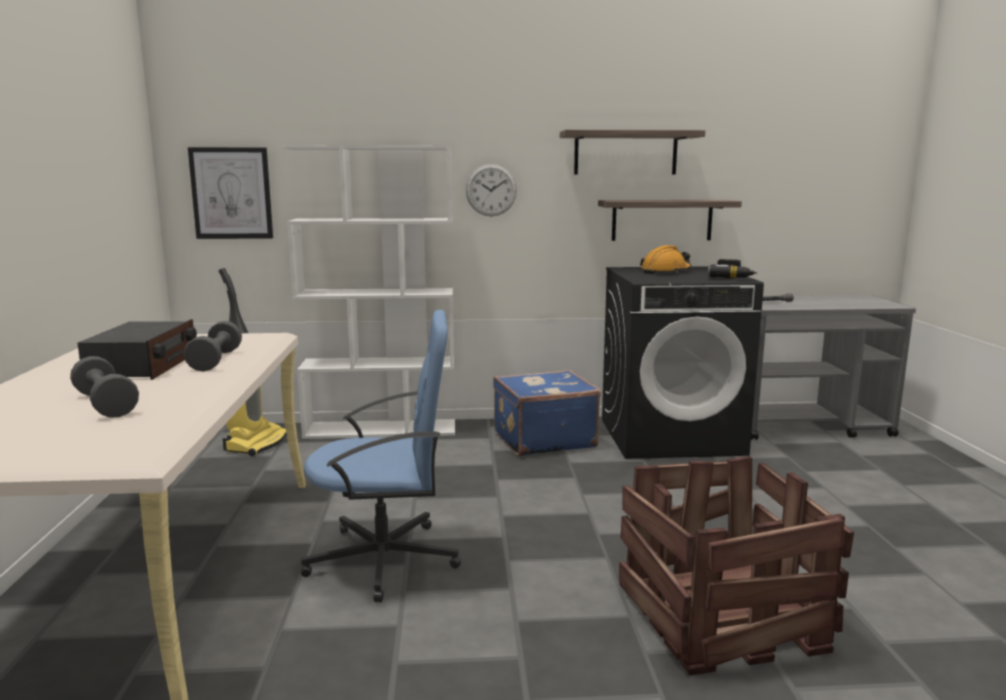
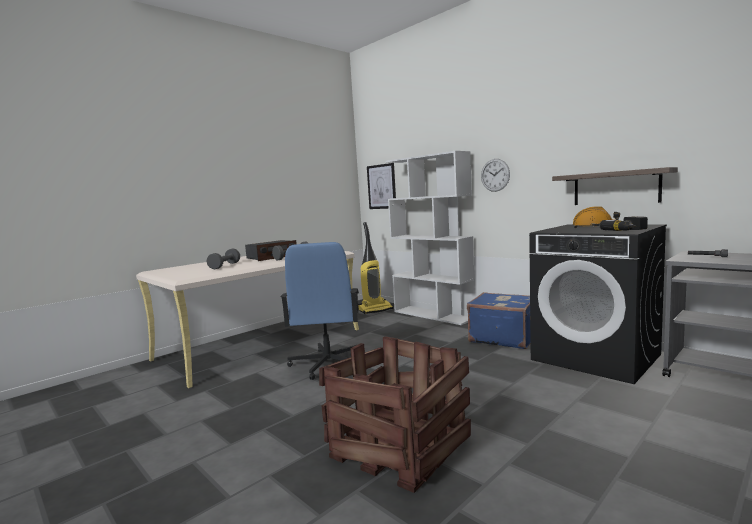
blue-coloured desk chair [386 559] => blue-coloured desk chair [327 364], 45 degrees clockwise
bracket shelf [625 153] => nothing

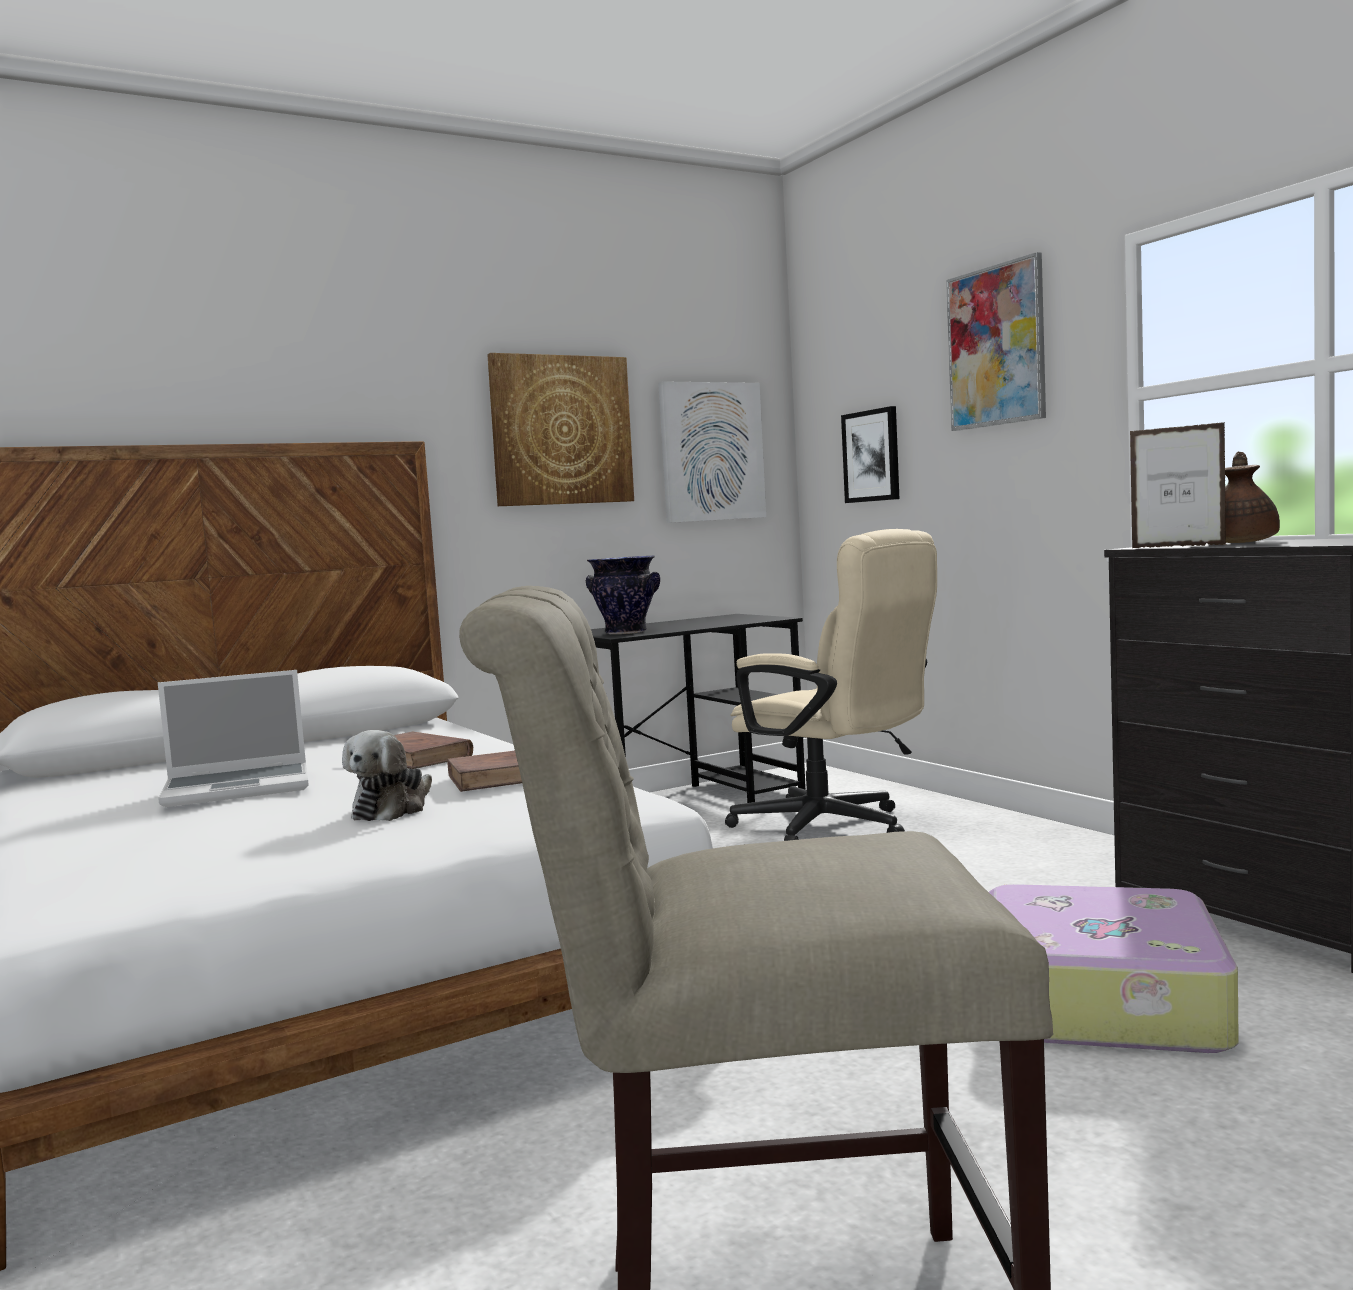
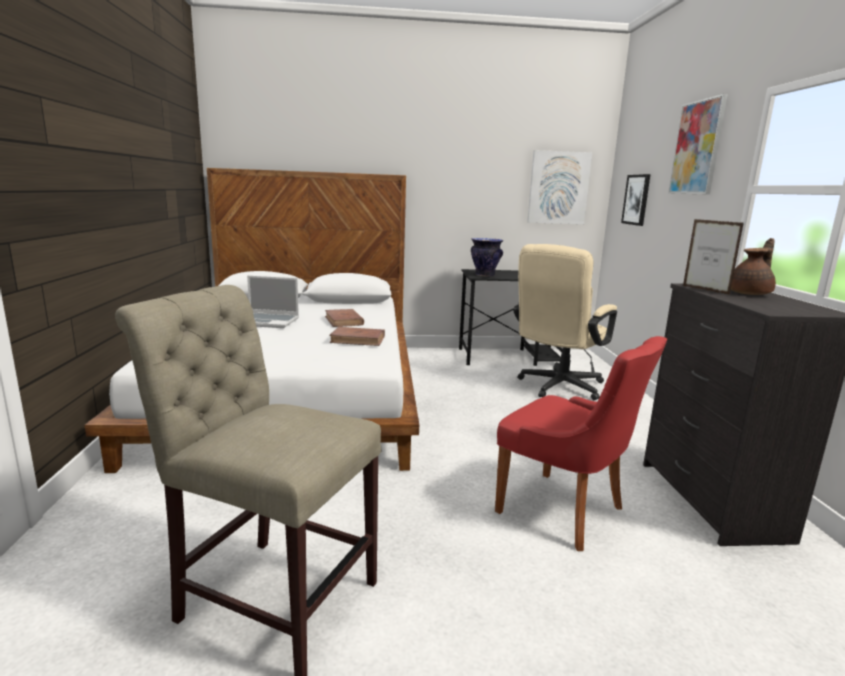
suitcase [1097 1002] => red-coloured chair [564 511]
sand-coloured desk chair [835 828] => sand-coloured desk chair [557 388], 60 degrees clockwise
soft toy [392 809] => nothing
wall art [561 430] => nothing

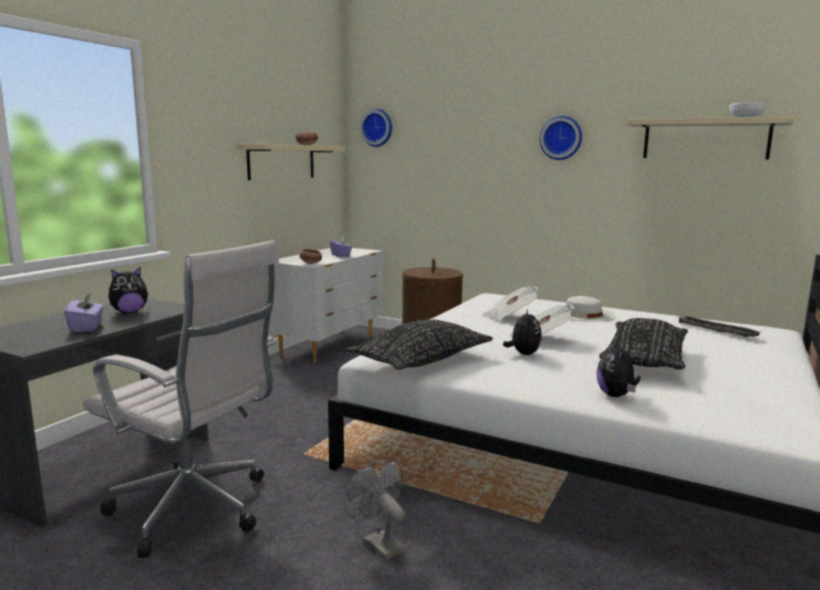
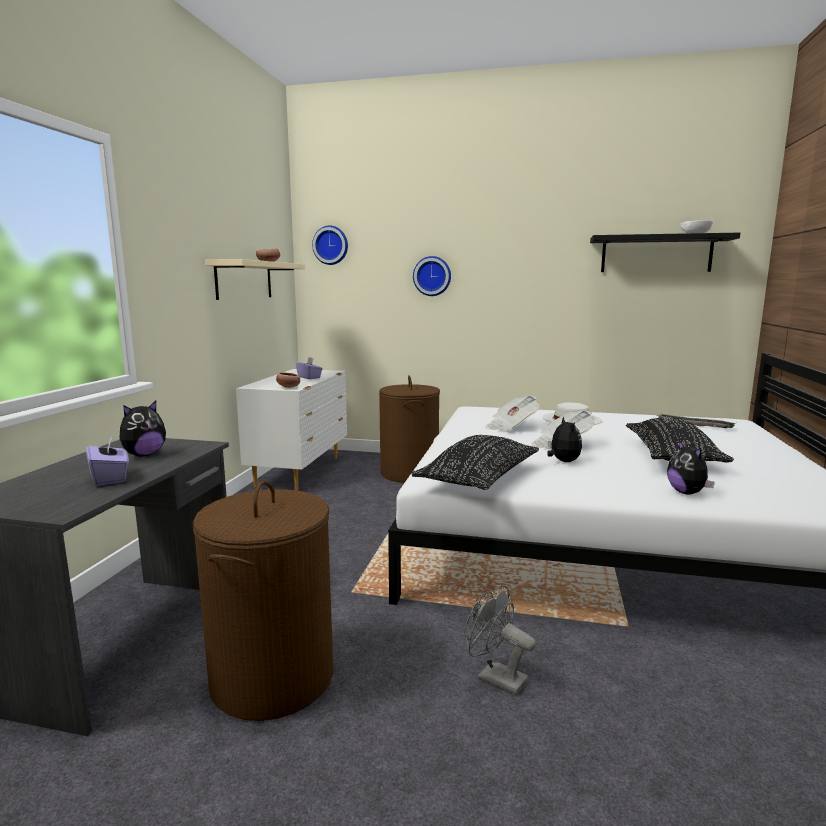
whitish desk chair [196 511] => brown laundry basket [273 678]
clock on the wall [561 138] => clock on the wall [432 276], relocated
sand-coloured bracket shelf [705 139] => black bracket shelf [656 254]

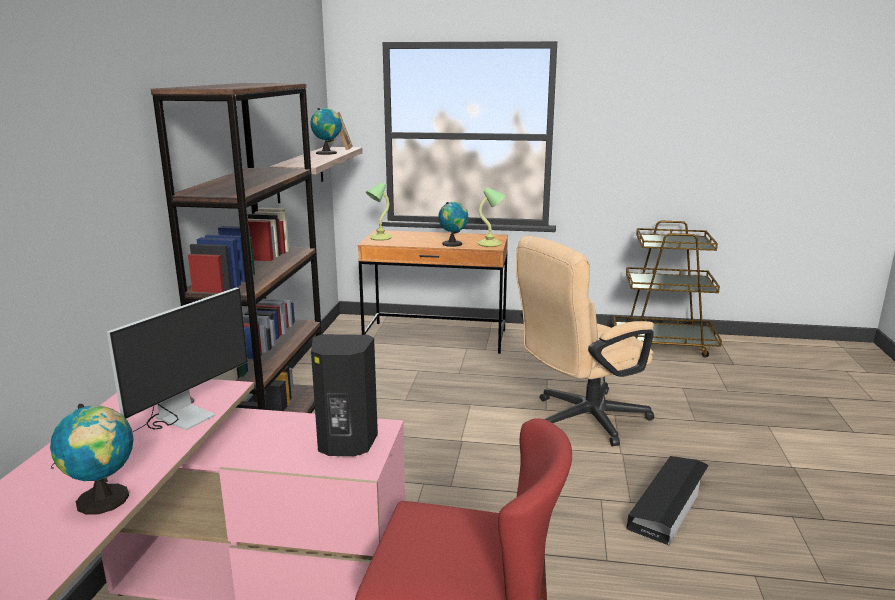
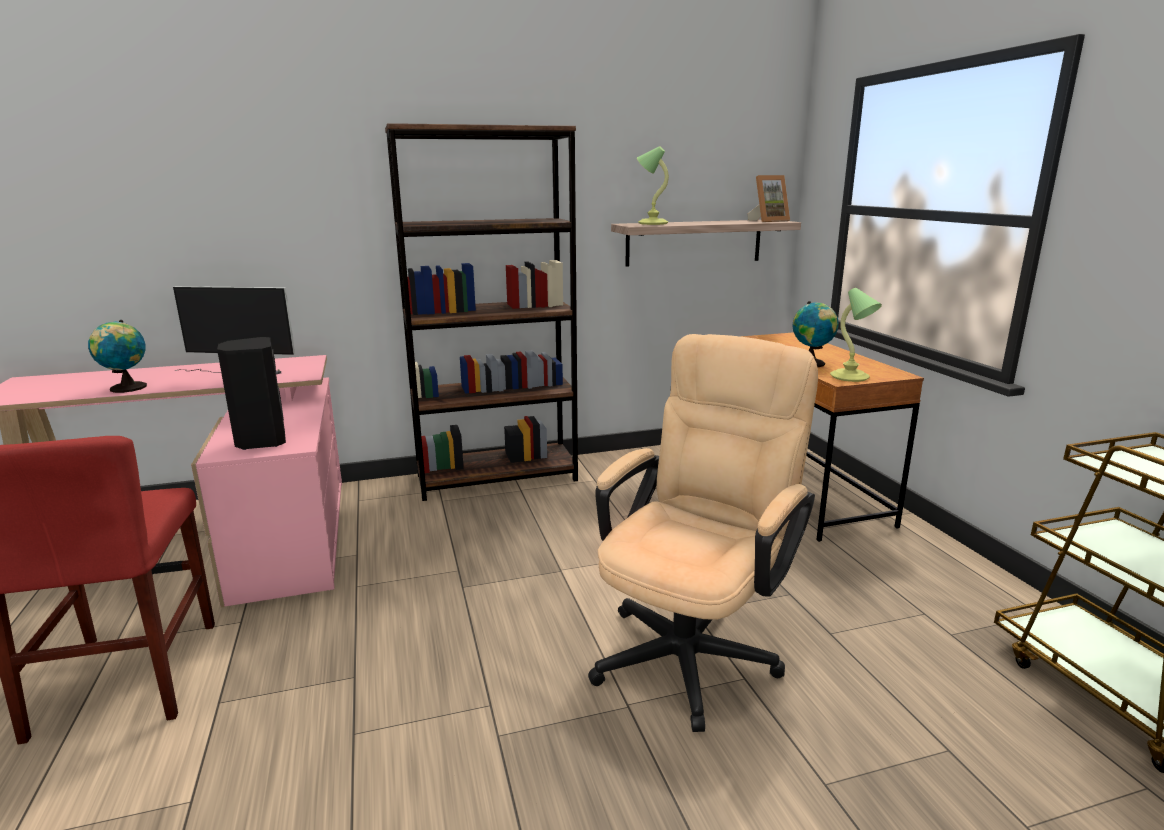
sand-coloured desk chair [580 420] => sand-coloured desk chair [693 647], 90 degrees clockwise
lamp for a table [379 238] => lamp for a table [652 223], relocated
desk globe [328 153] => nothing
black storage bin [669 504] => nothing

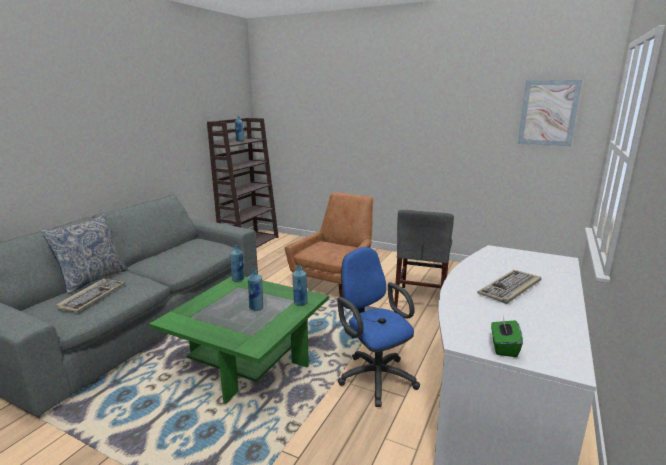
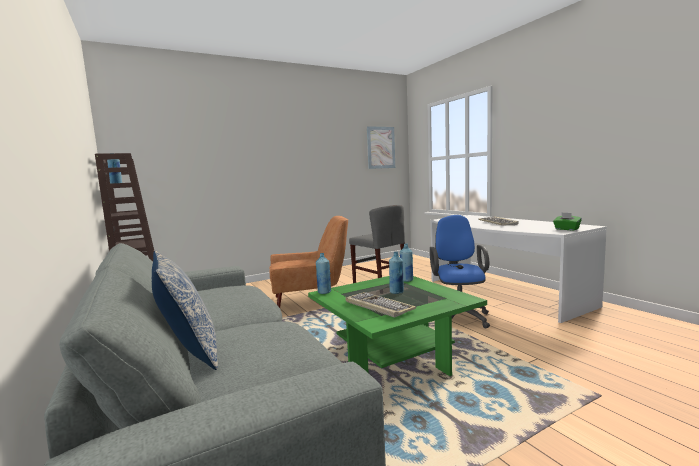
brown lounge chair [335 282] => brown lounge chair [309 300], 105 degrees clockwise
keyboard [92 296] => keyboard [377 306], relocated
blue-coloured desk chair [374 376] => blue-coloured desk chair [459 316], 90 degrees clockwise

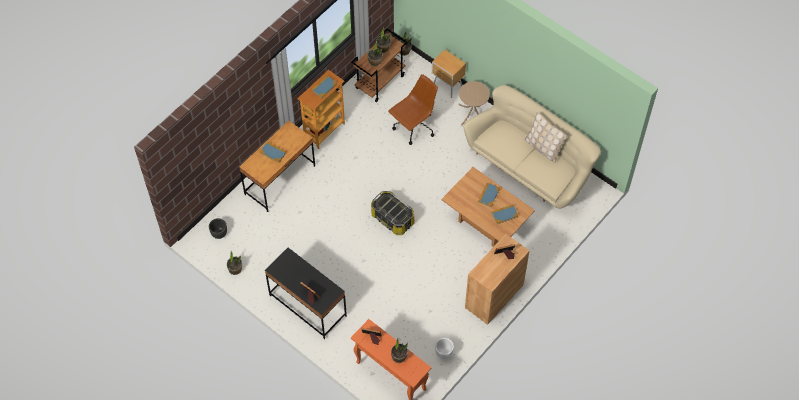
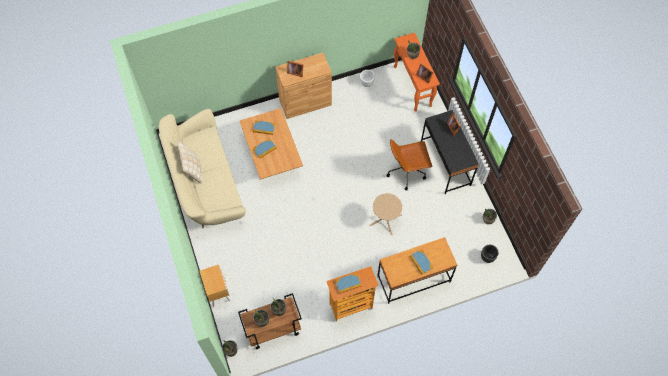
sand-coloured accent table [472 113] => sand-coloured accent table [385 220], relocated
brown desk chair [414 127] => brown desk chair [407 171], relocated
storage bin [392 218] => nothing

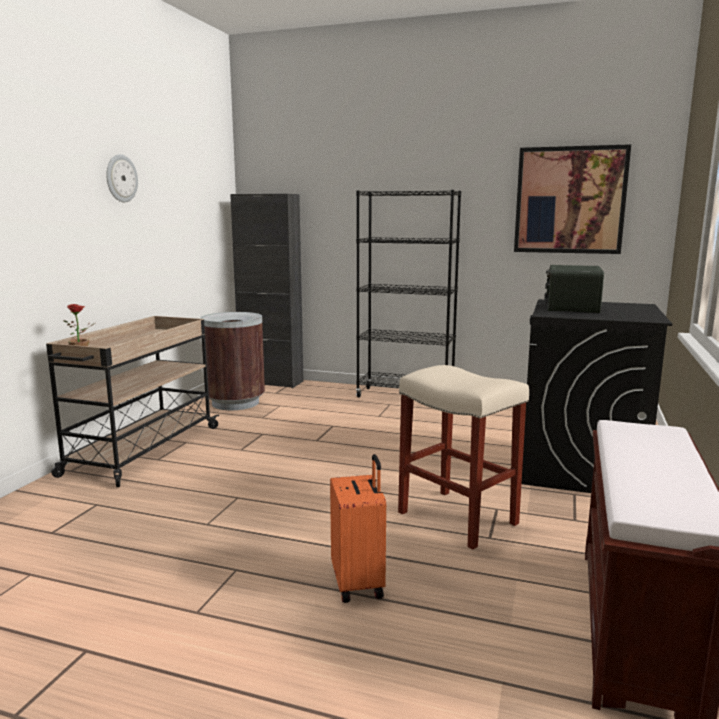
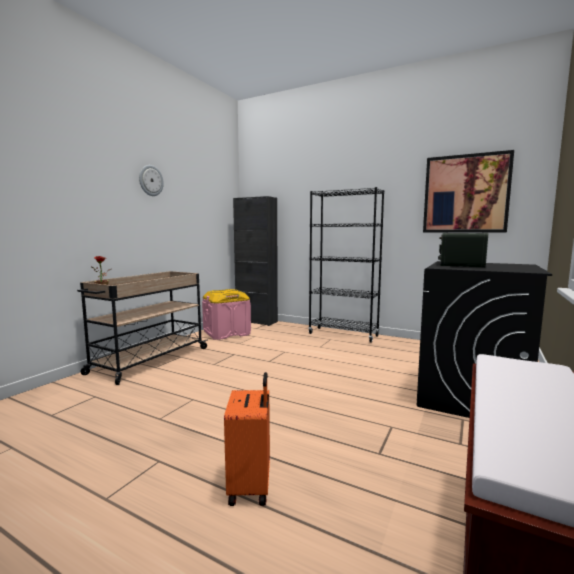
brown rubbish bin [235 403] => pink-coloured storage bin [226 333]
sand-coloured stool [459 518] => nothing

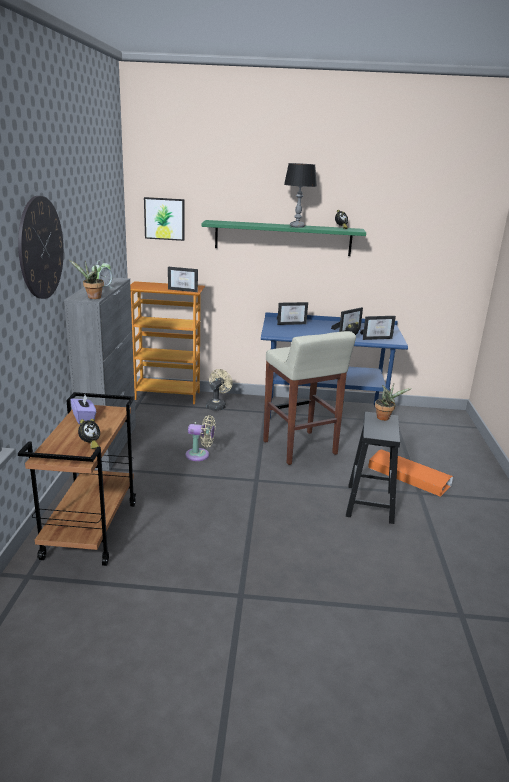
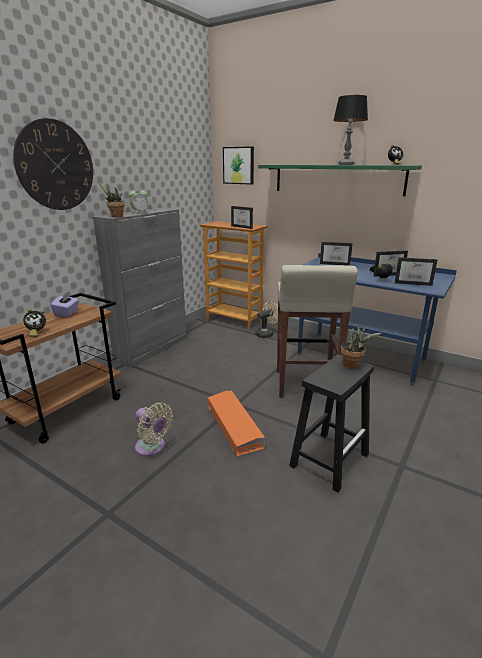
sand-coloured electric fan [200 455] => sand-coloured electric fan [152 448], relocated
orangey storage bin [408 476] => orangey storage bin [234 425], relocated

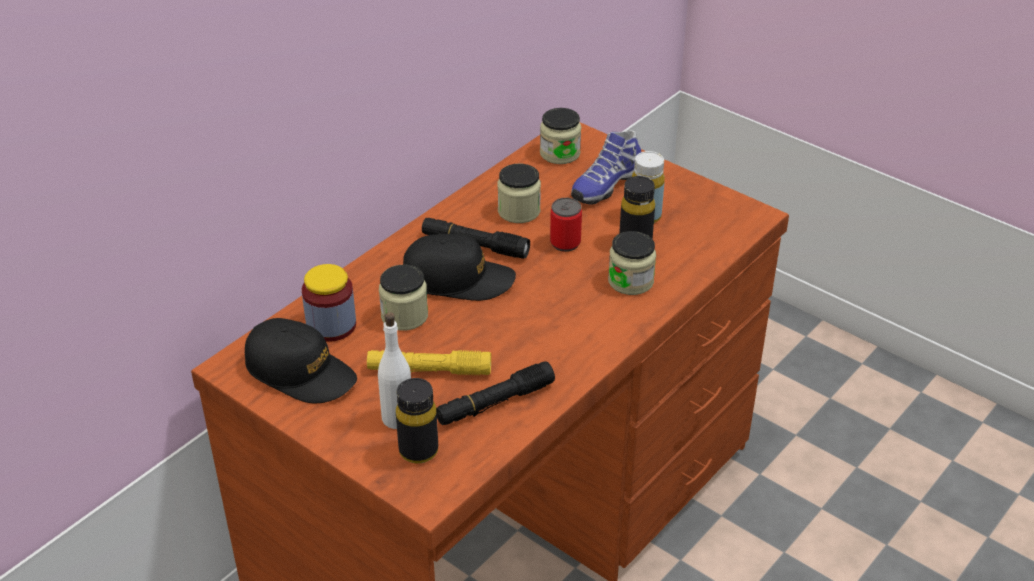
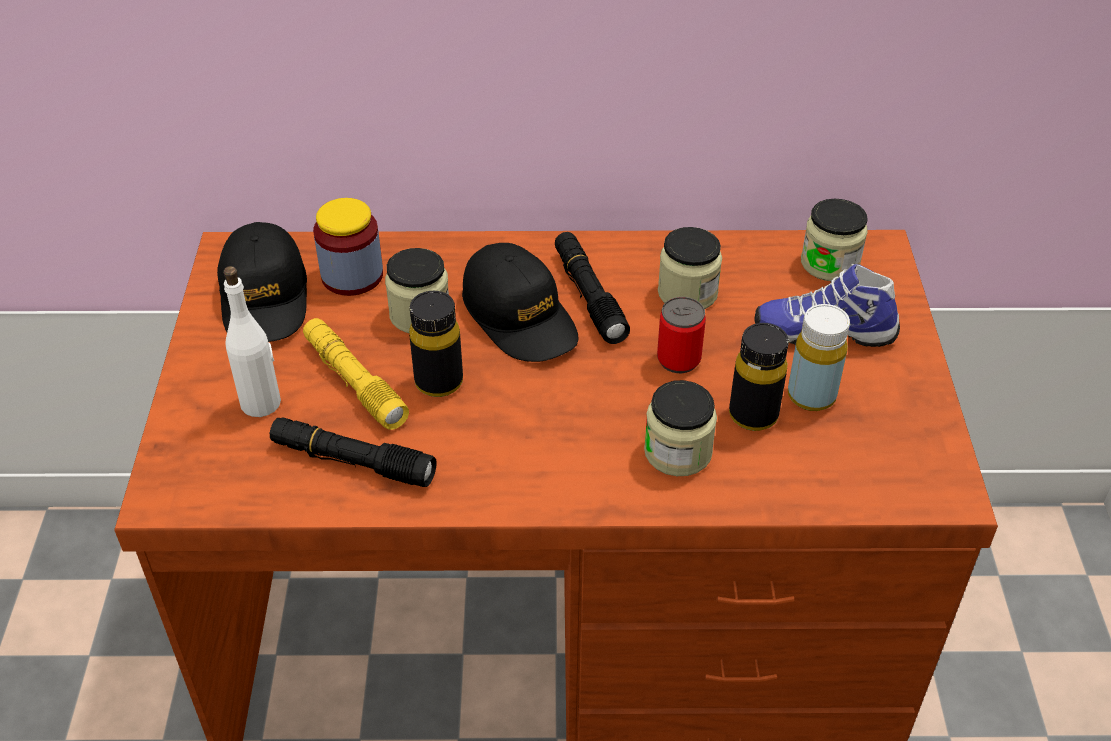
black beverage bottle [418 451] => black beverage bottle [439 382], relocated

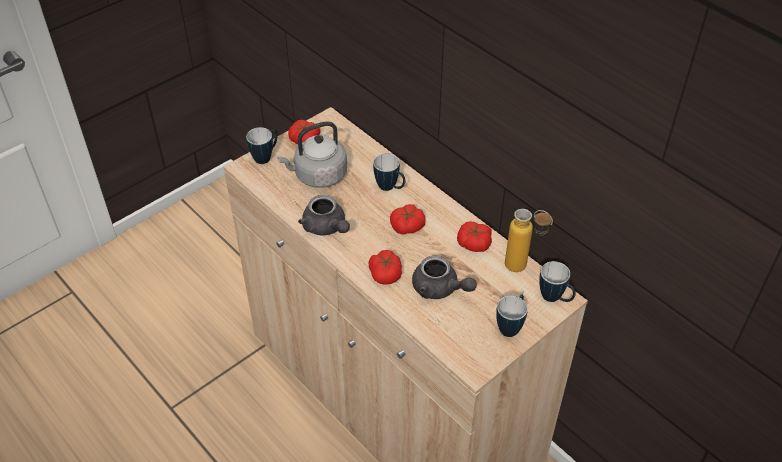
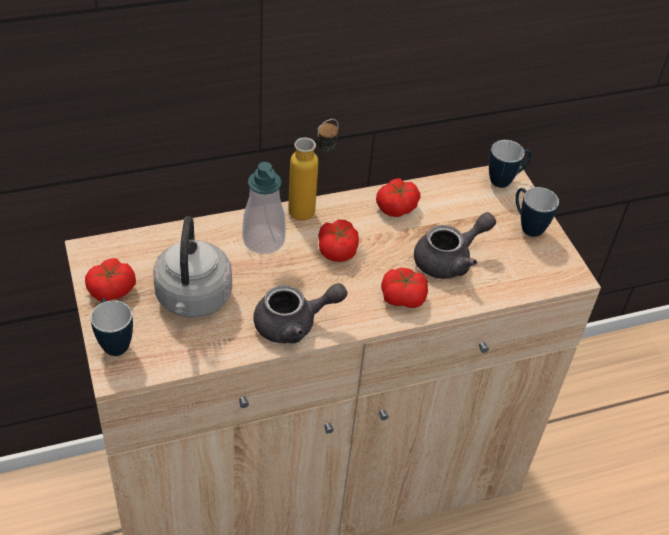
mug [390 188] => liquid soap bottle [263 240]
beverage bottle [523 268] => beverage bottle [311 208], relocated

